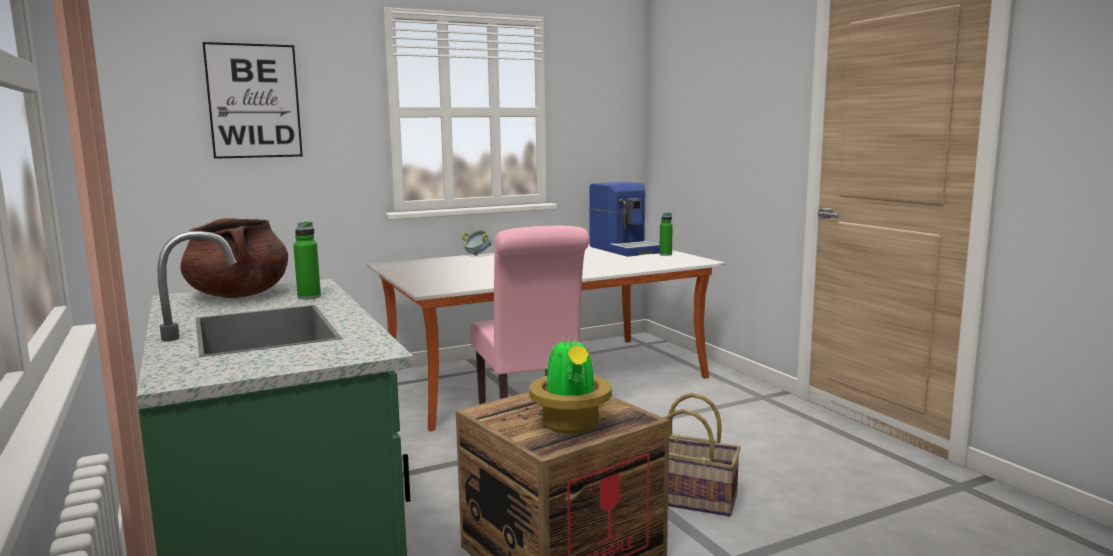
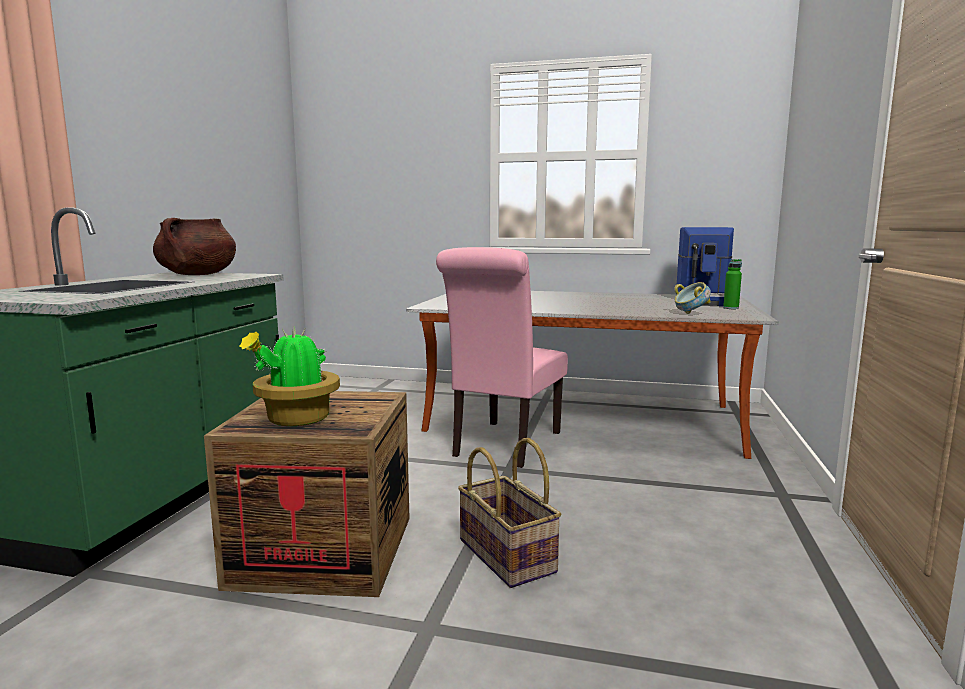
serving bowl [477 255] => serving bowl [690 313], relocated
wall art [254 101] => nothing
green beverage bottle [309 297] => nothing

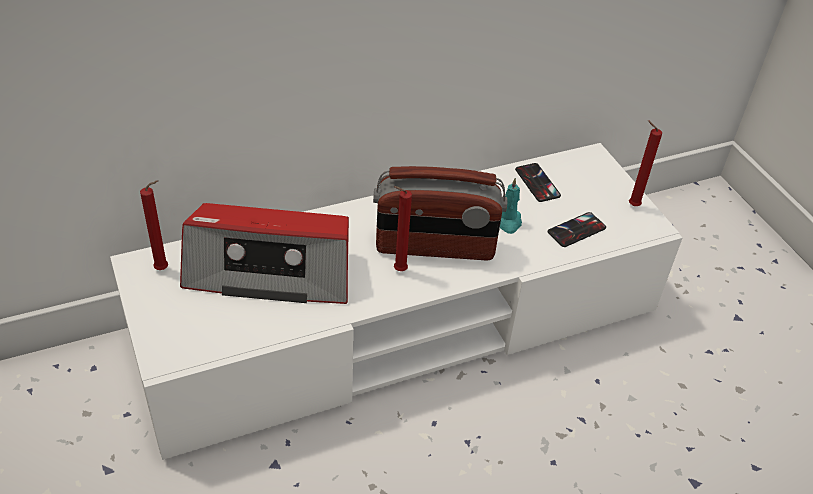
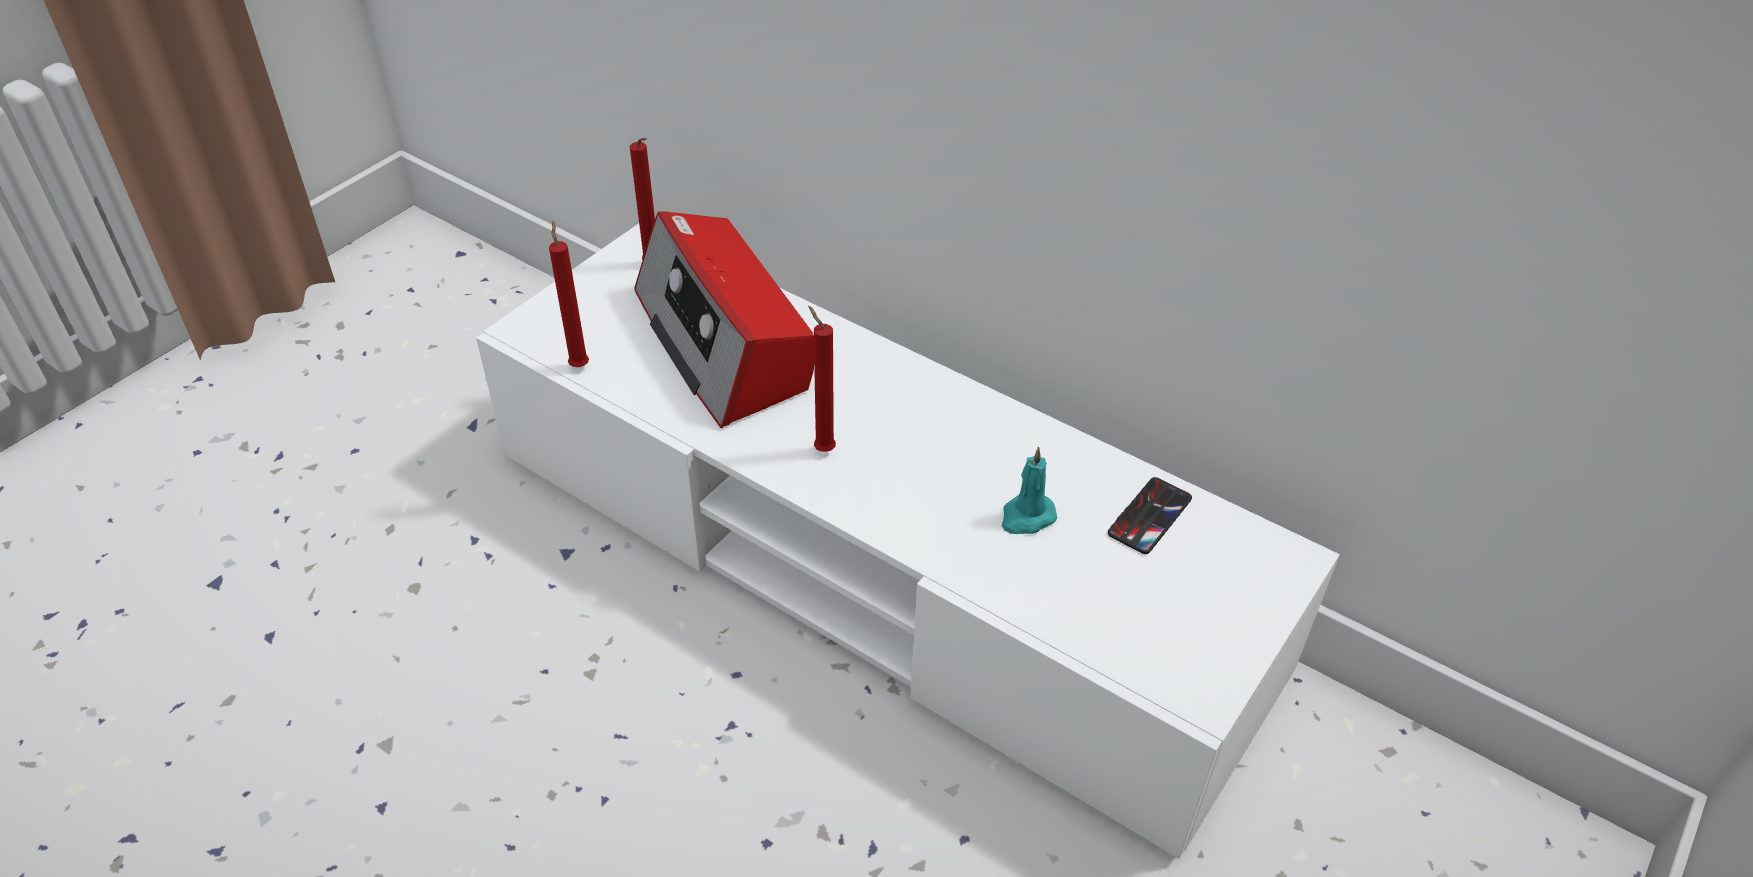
red-coloured wax candle [631 205] => red-coloured wax candle [579 364], relocated
radio [435 247] => nothing
handset [576 230] => nothing

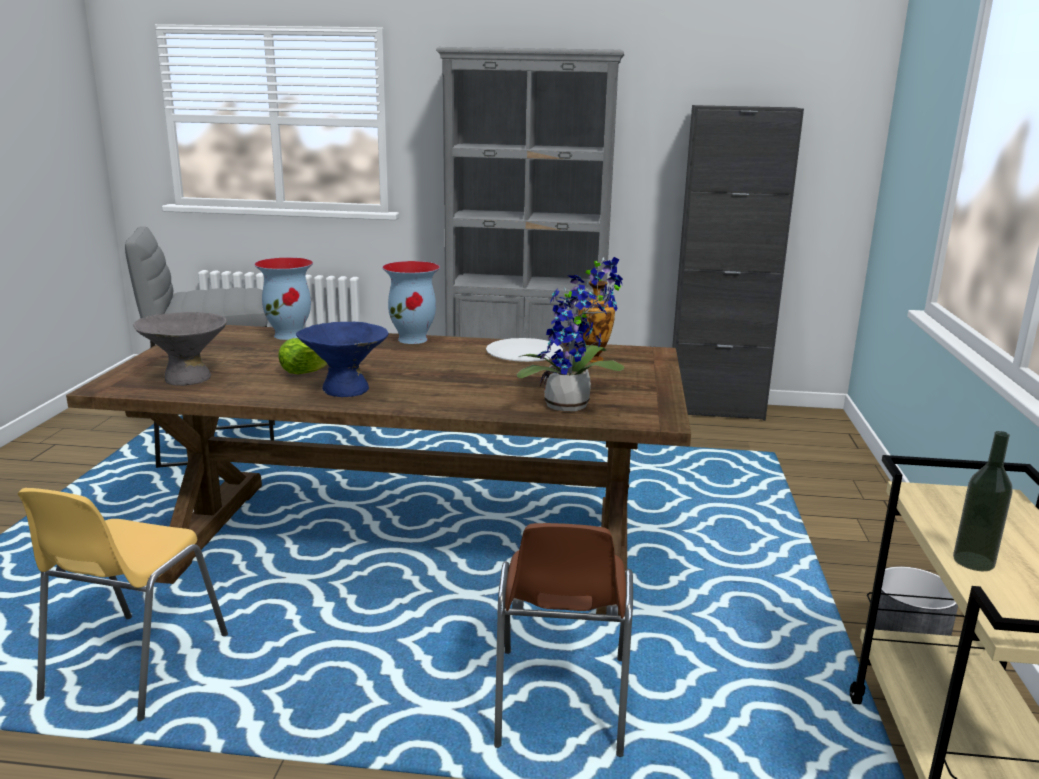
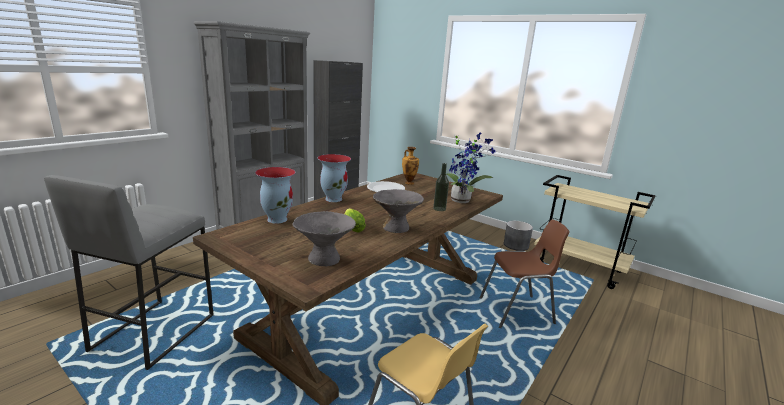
blue-coloured serving bowl [345 389] => greyish serving bowl [396 228]
beverage bottle [973 561] => beverage bottle [439 209], relocated
brown chair [560 702] => brown chair [517 311], 45 degrees counterclockwise

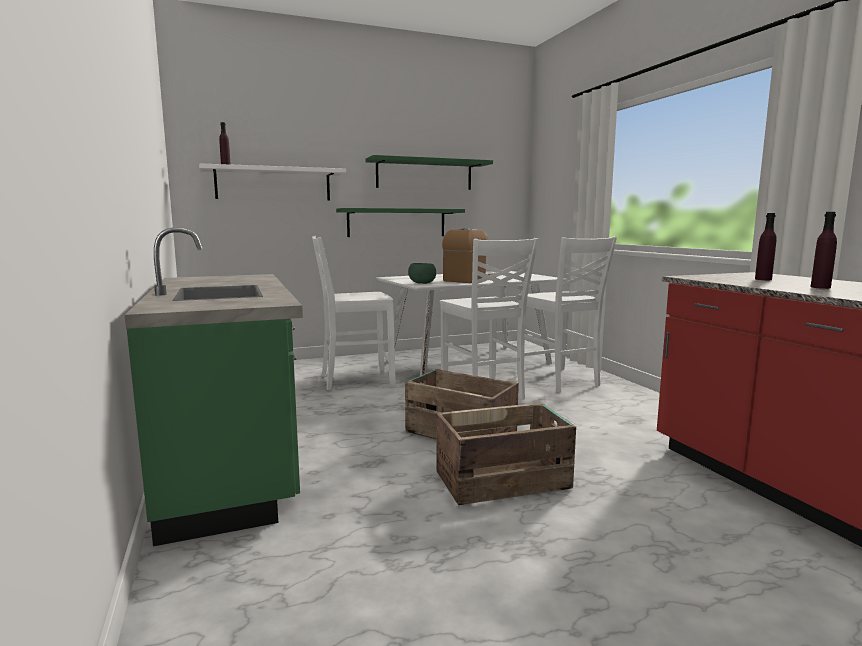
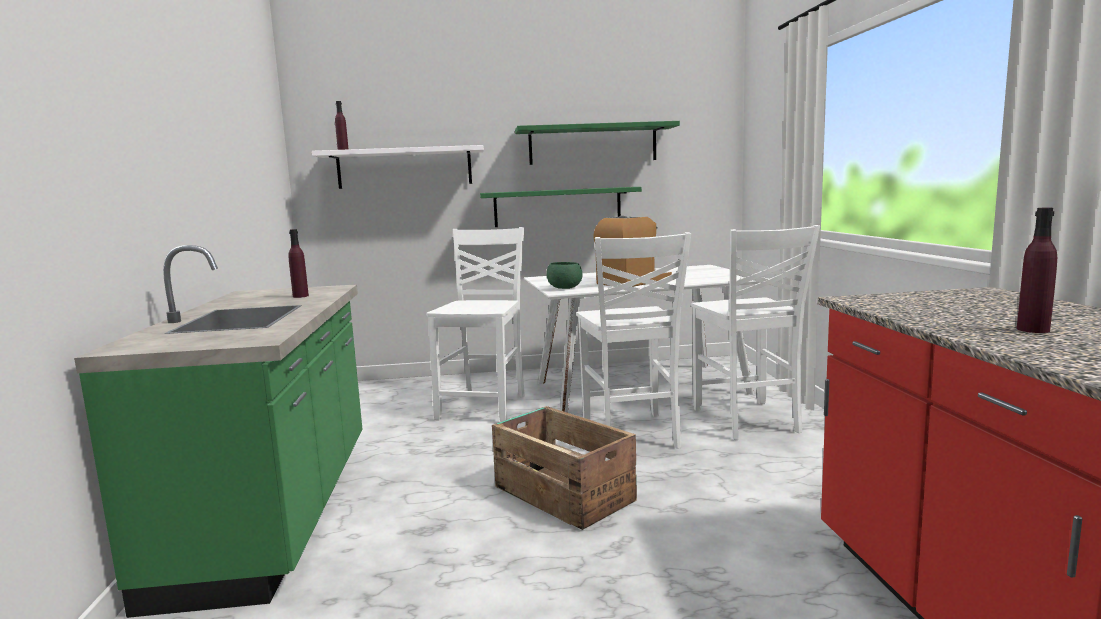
purple-coloured beverage bottle [763 279] => purple-coloured beverage bottle [300 296], relocated
whitish chair [355 380] => whitish chair [485 407], 105 degrees clockwise
crate [504 480] => nothing

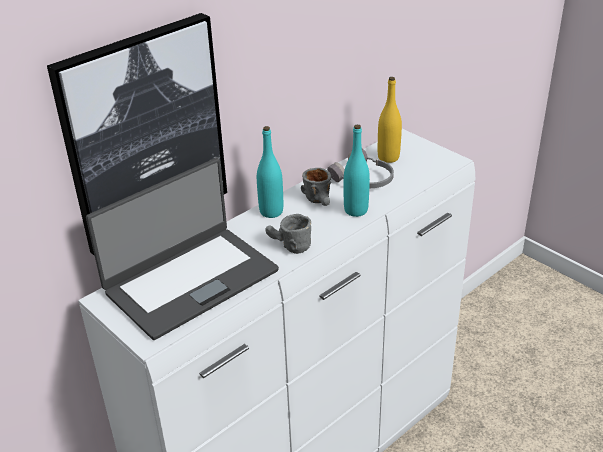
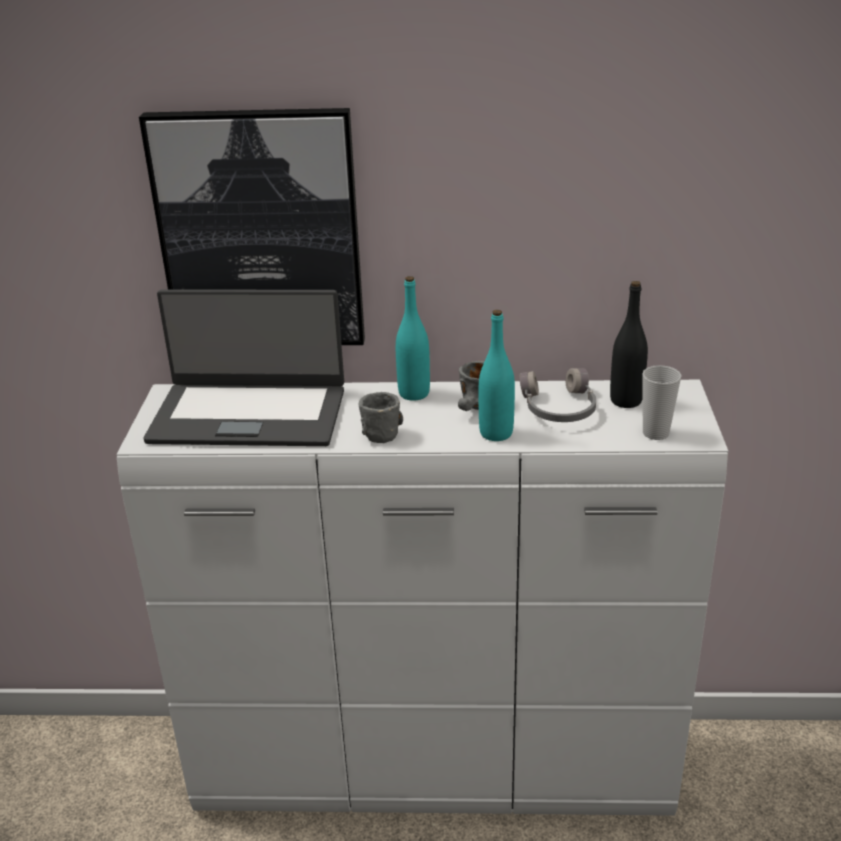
yellowish beverage bottle [388 157] => black beverage bottle [626 401]
nothing => drinking cup [655 433]

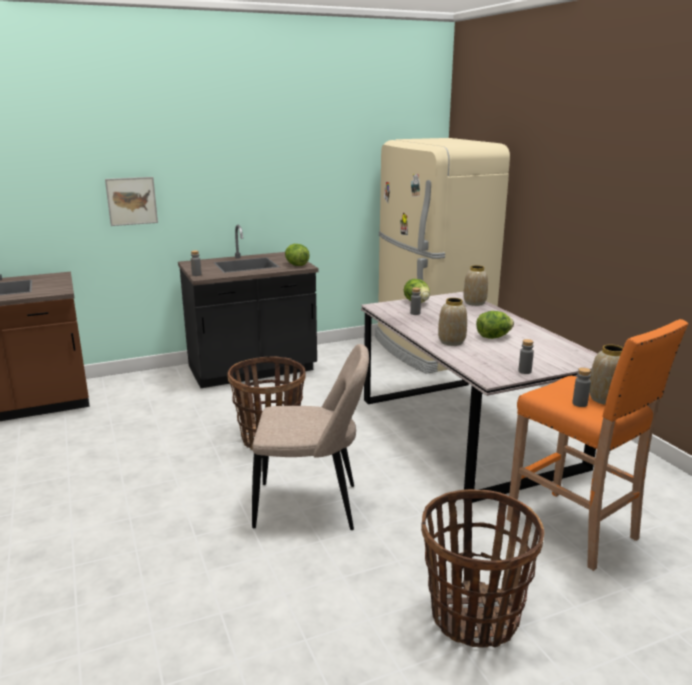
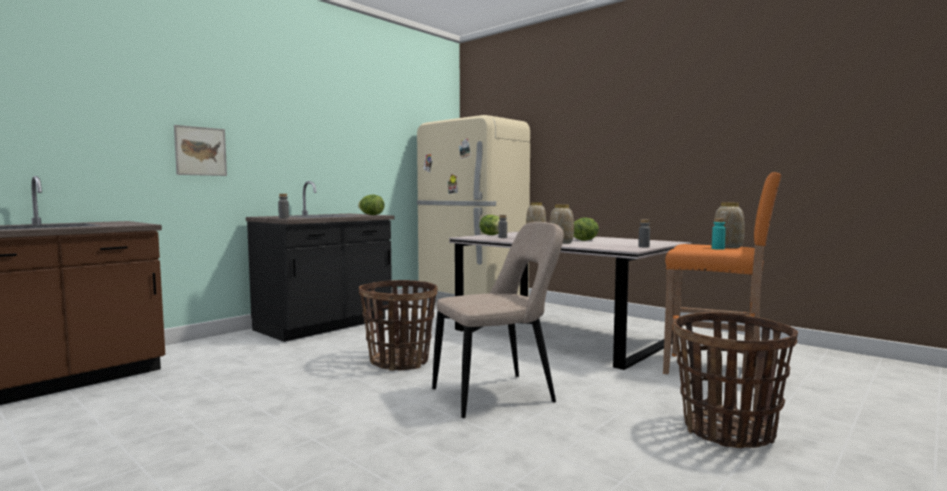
greyish beverage bottle [579 404] => turquoise-coloured beverage bottle [718 249]

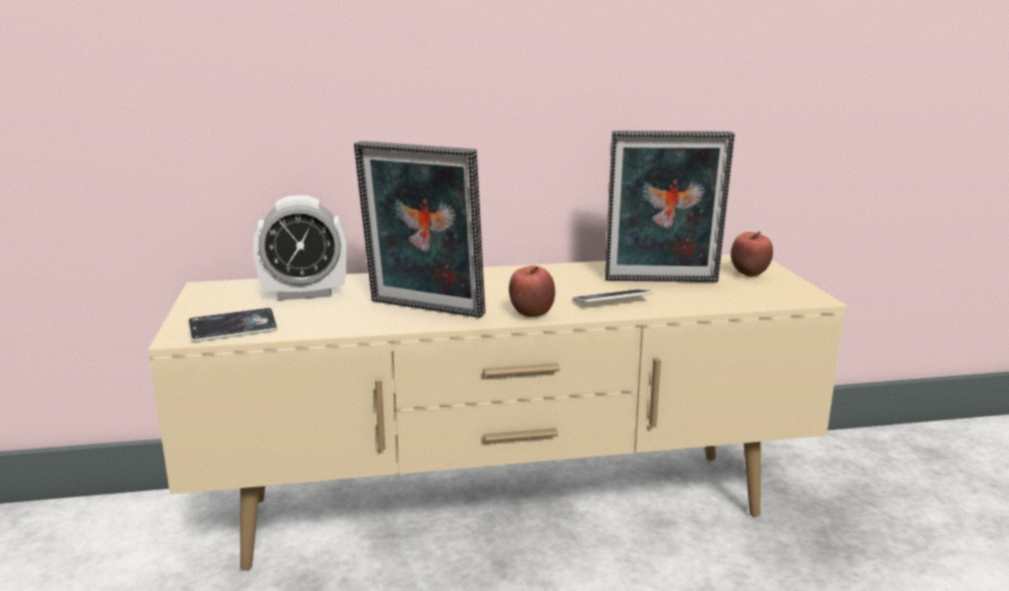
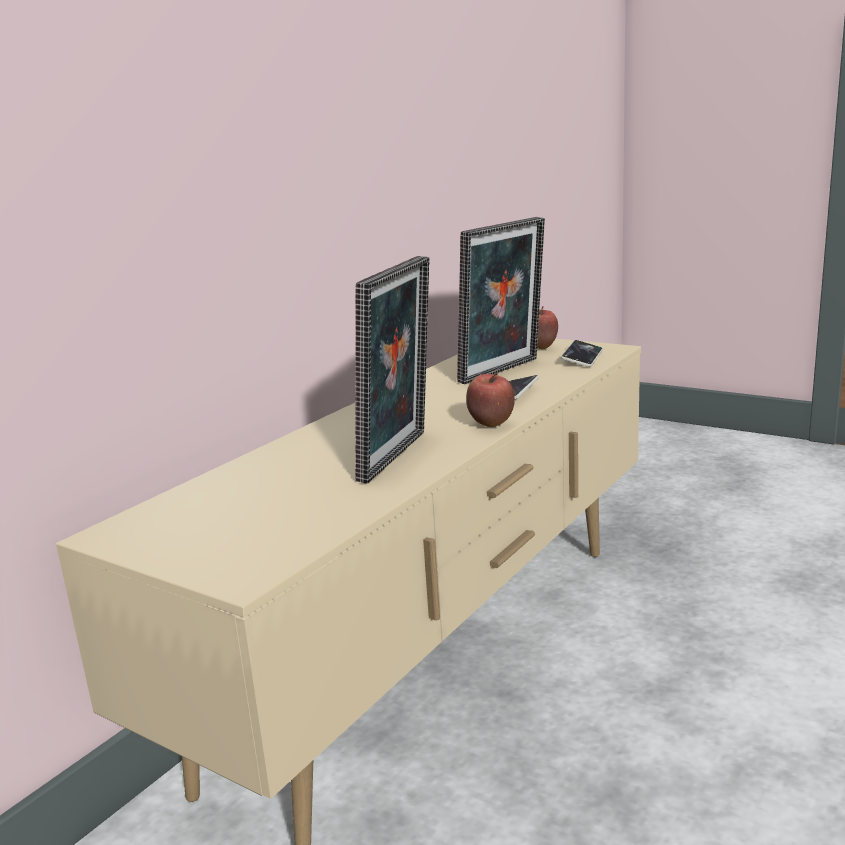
picture frame [423 310] => picture frame [400 457], 45 degrees counterclockwise
handset [233 330] => handset [582 358], relocated
table clock [304 294] => nothing

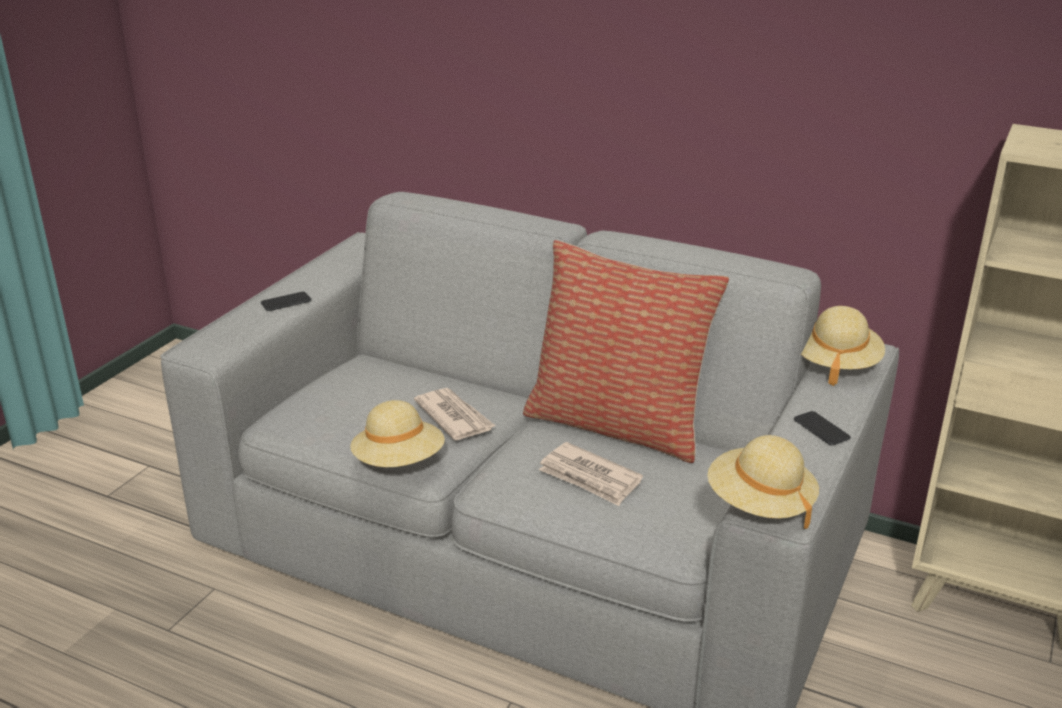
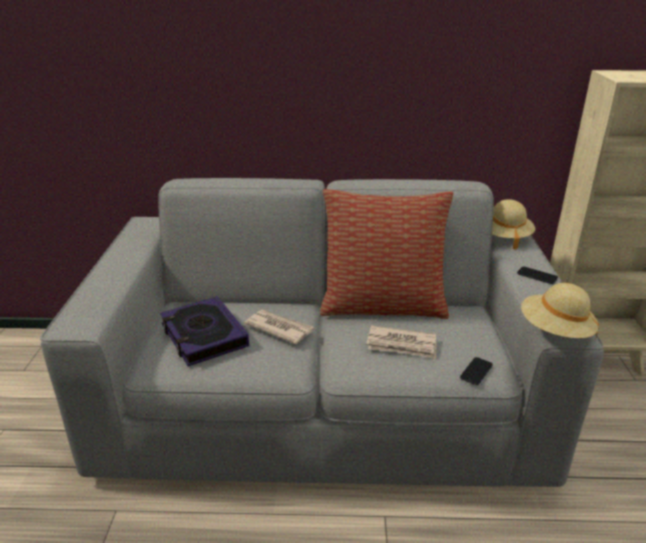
nothing => volume [203 336]
handset [286 302] => handset [476 371], relocated
sand-coloured clothing hat [399 462] => nothing

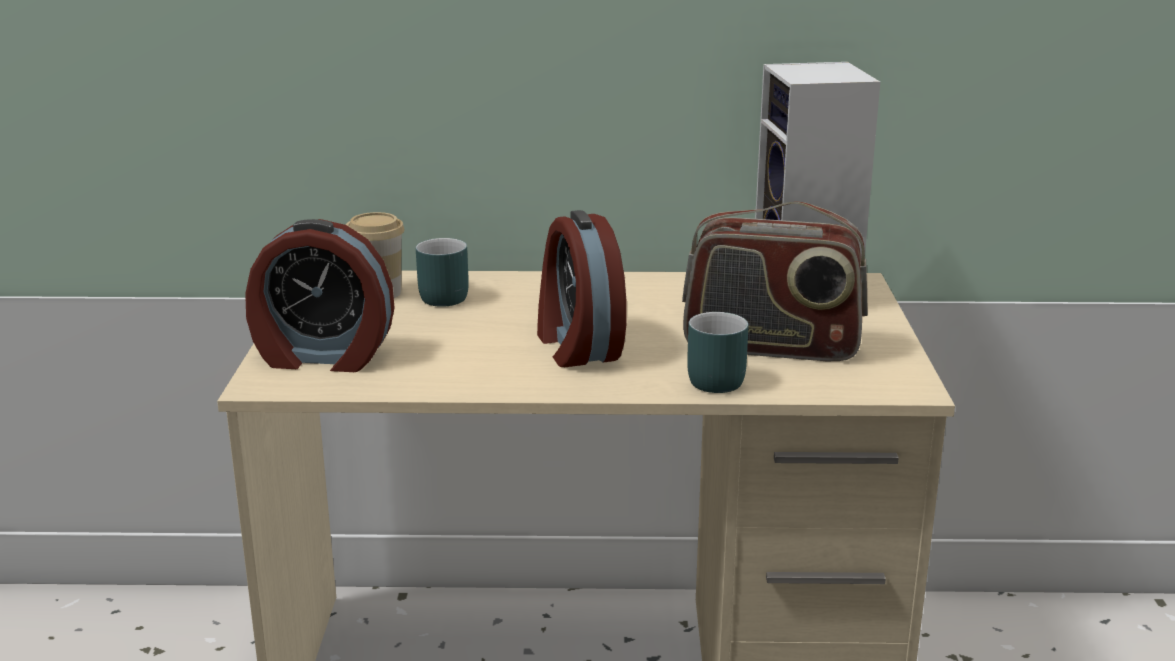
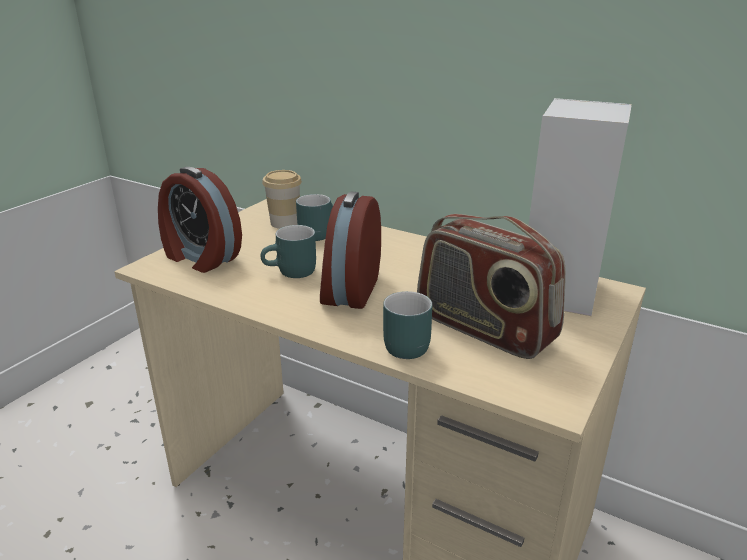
nothing => turquoise-coloured mug [292 273]

